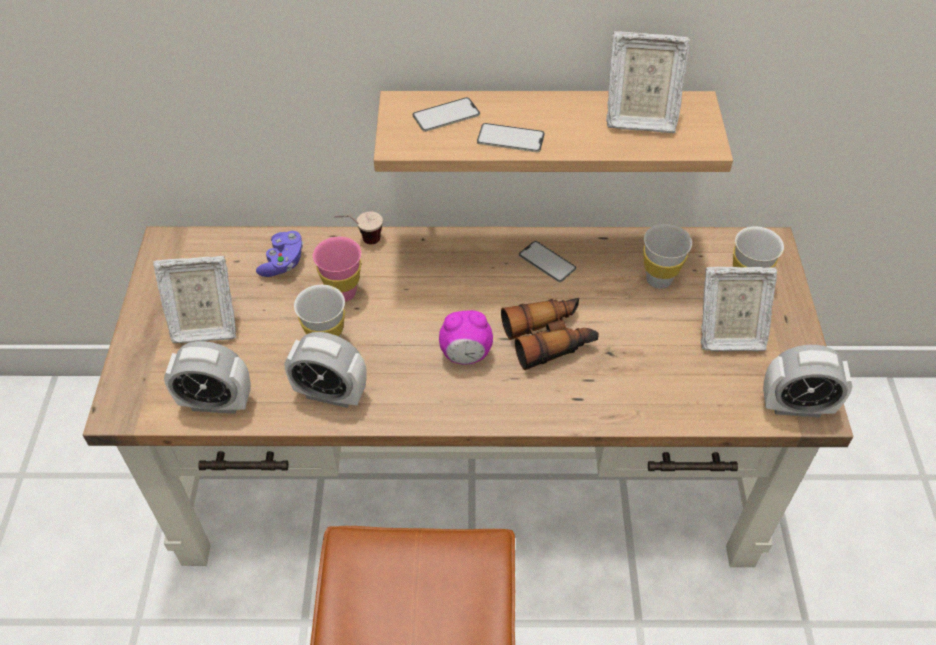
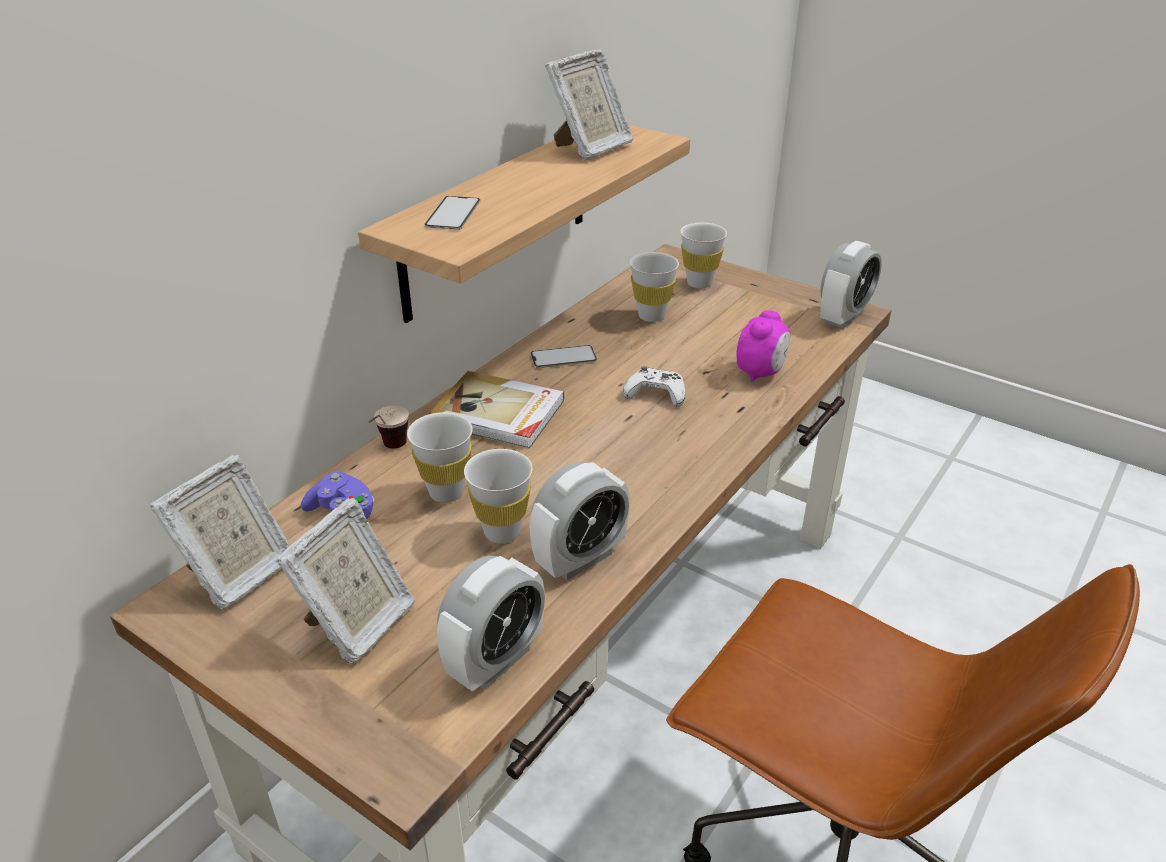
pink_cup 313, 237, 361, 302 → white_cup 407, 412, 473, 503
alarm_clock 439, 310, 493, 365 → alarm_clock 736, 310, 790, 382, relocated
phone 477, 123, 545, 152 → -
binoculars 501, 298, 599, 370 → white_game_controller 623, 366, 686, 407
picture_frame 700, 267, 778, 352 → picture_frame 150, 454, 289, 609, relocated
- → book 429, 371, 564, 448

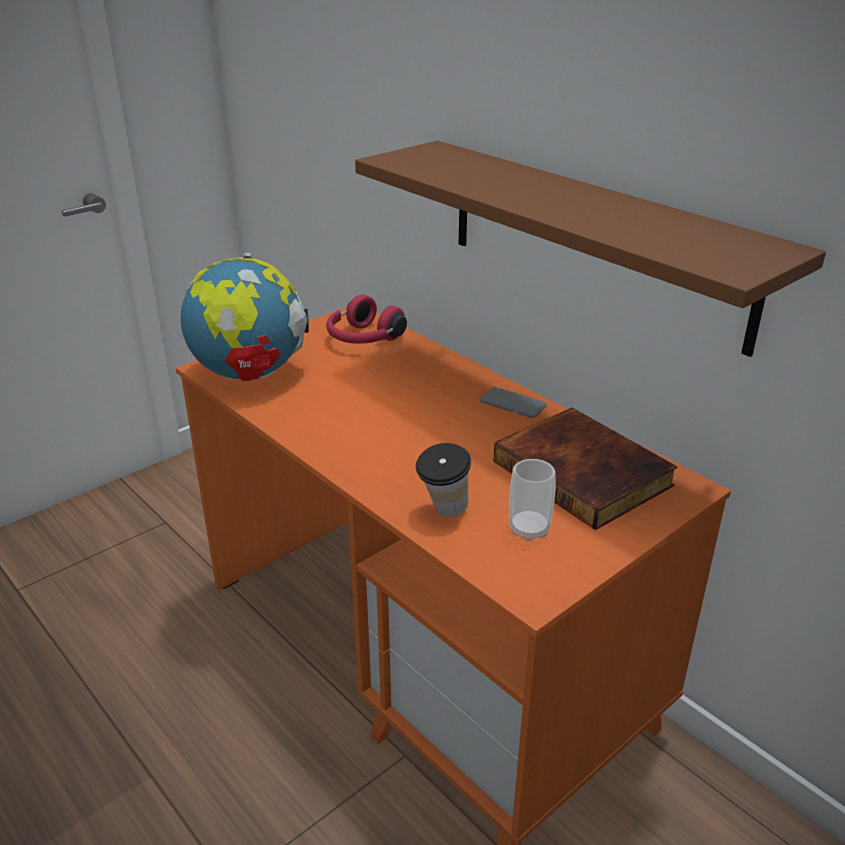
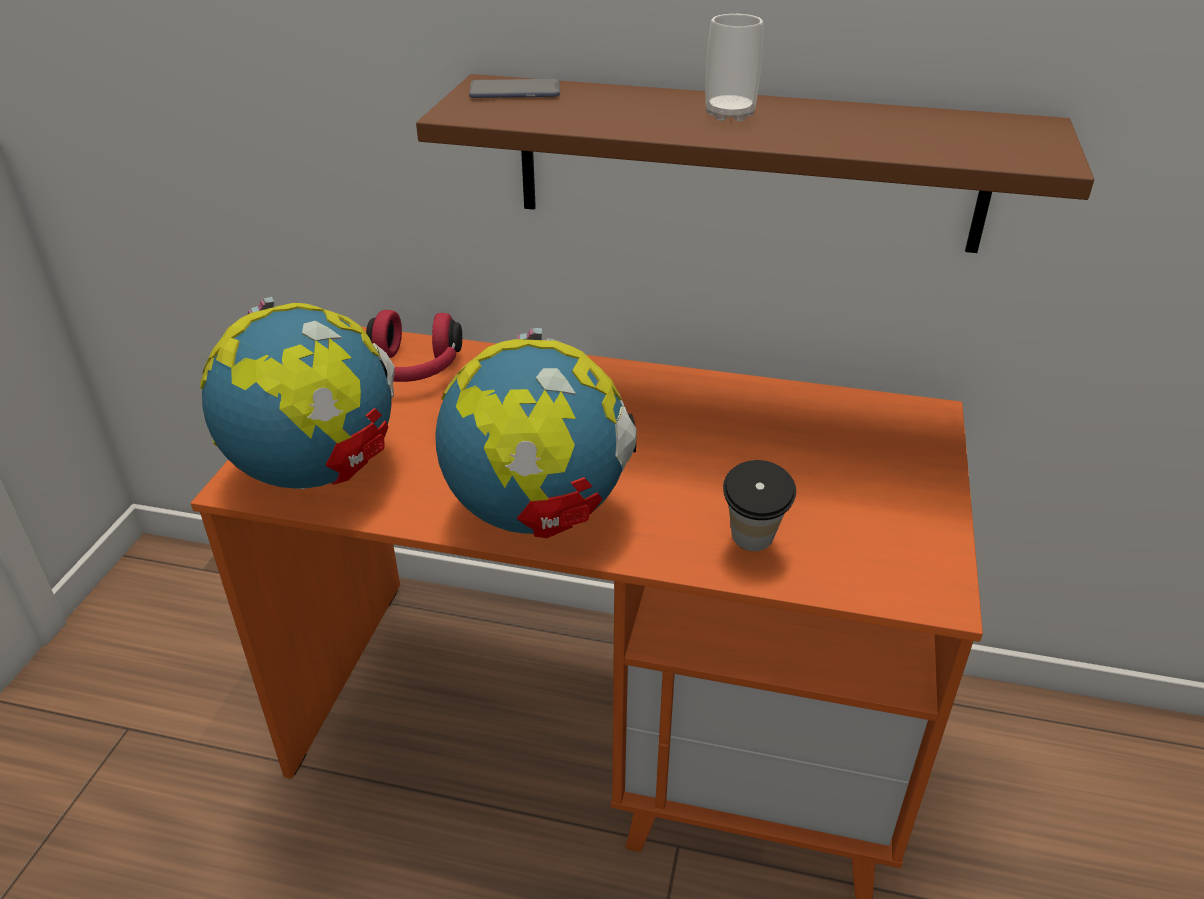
phone 479, 387, 547, 418 → phone 469, 79, 560, 98, relocated
book 493, 408, 677, 530 → -
cup 509, 459, 556, 541 → cup 706, 14, 763, 122, relocated
- → globe 435, 328, 637, 538

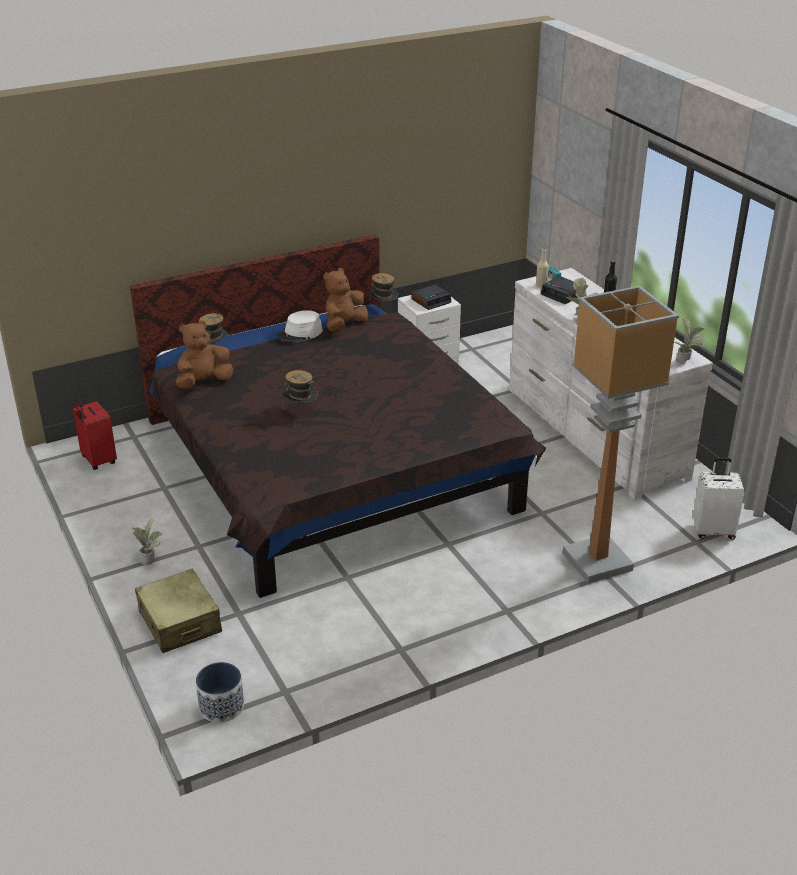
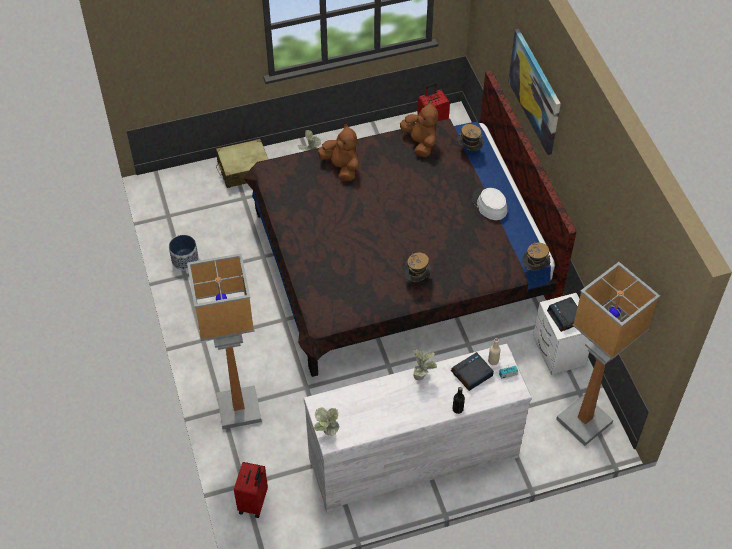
planter 196, 662, 244, 723 → planter 169, 235, 199, 270, relocated
hat 282, 370, 317, 407 → hat 404, 252, 432, 282, relocated
brown_plush_toy 324, 268, 368, 331 → brown_plush_toy 318, 124, 359, 181, relocated
white_suitcase 693, 458, 745, 540 → red_suitcase 234, 462, 268, 518
- → picture 508, 29, 561, 155
- → floor_lamp 556, 262, 660, 446

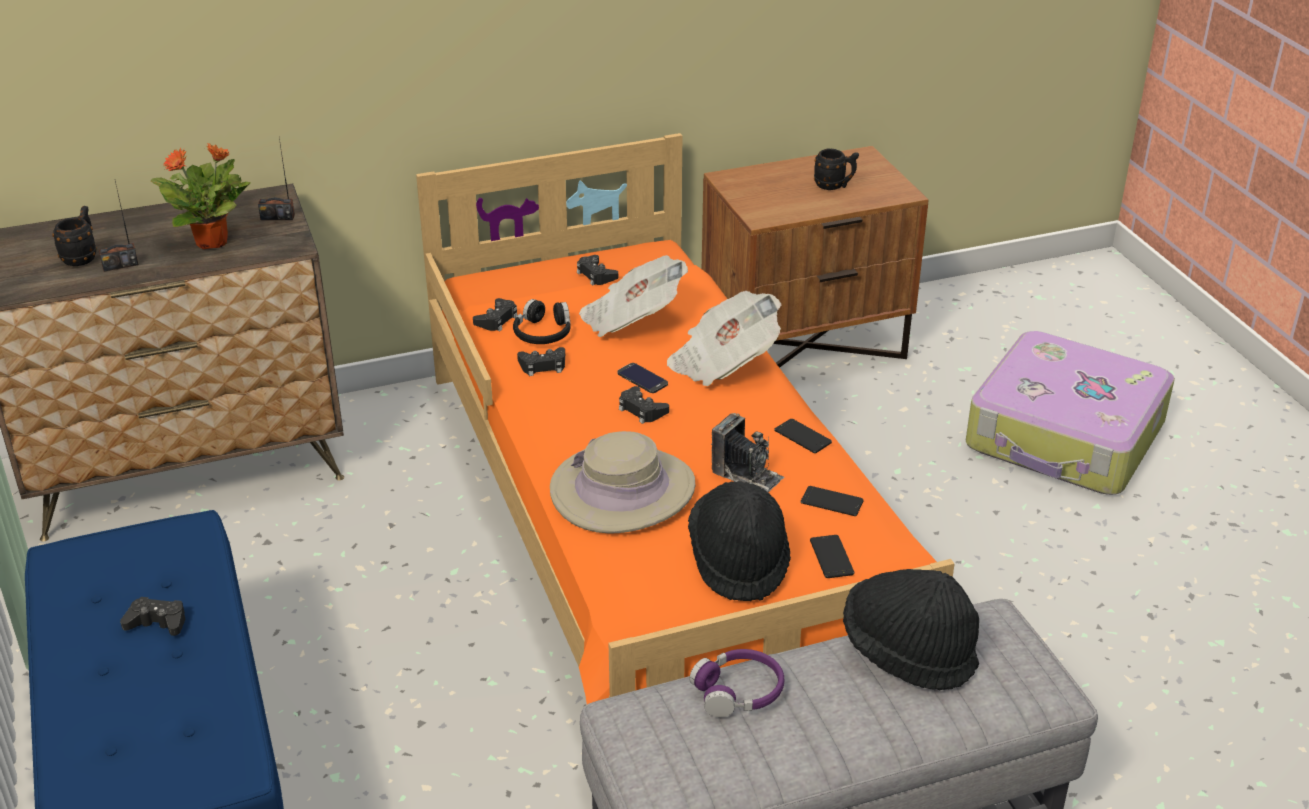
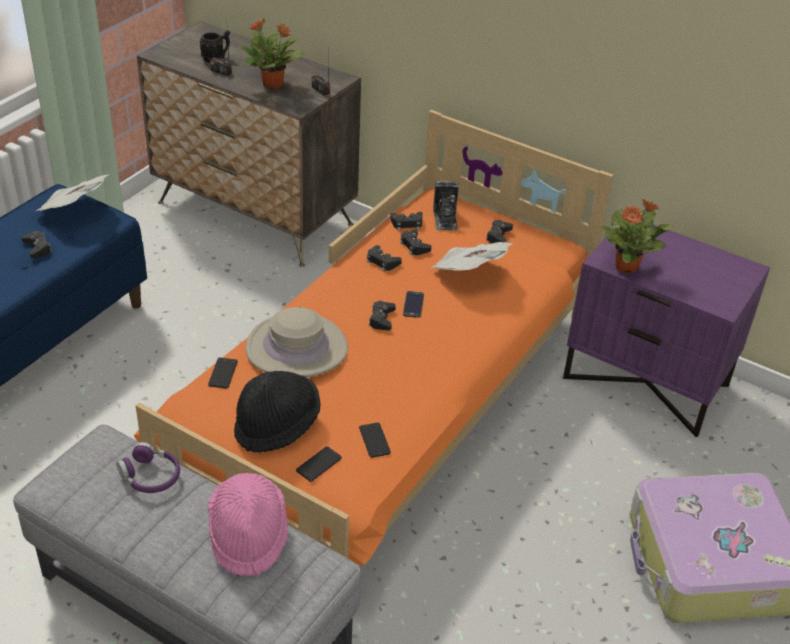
black_headphones 513, 299, 571, 344 → black_game_controller 400, 230, 431, 255
newspaper 667, 291, 781, 386 → newspaper 36, 174, 109, 211, relocated
brown_nightstand 702, 146, 929, 368 → purple_nightstand 563, 224, 770, 437
photo_camera 711, 413, 784, 492 → photo_camera 433, 181, 459, 231, relocated
phone 774, 419, 832, 453 → phone 208, 358, 238, 389, relocated
black_mug 814, 149, 859, 190 → -
black_hat 843, 569, 979, 690 → pink_hat 208, 473, 288, 576
- → potted_plant 601, 199, 674, 274

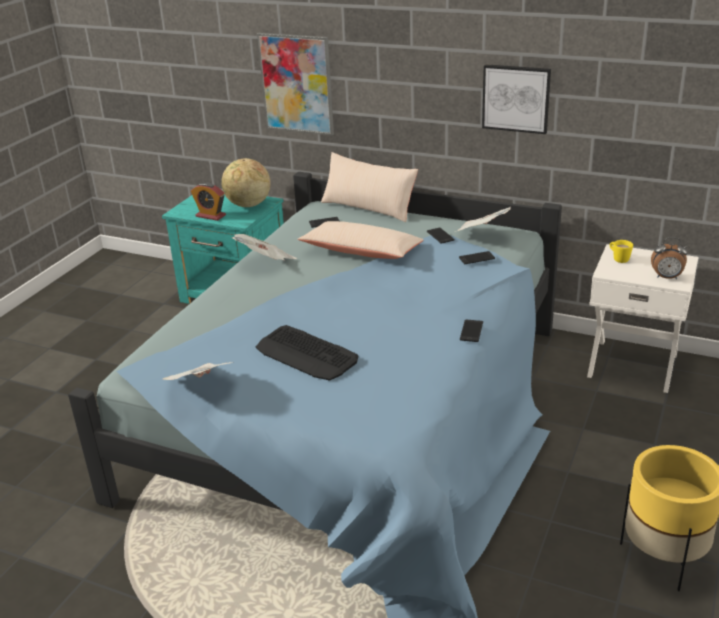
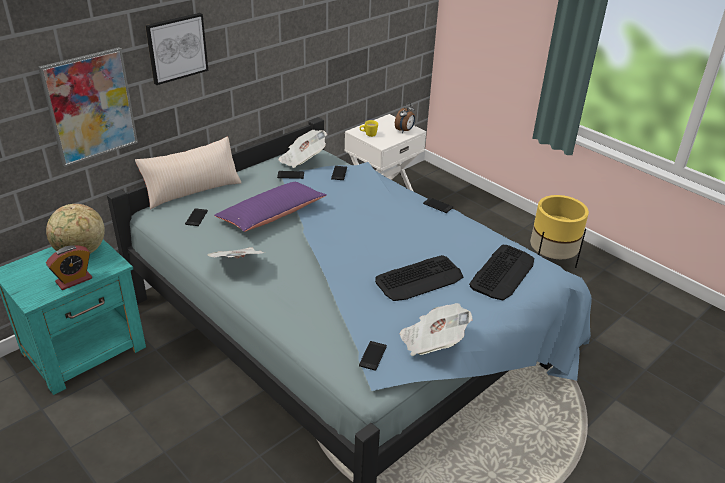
beige_pillow 298, 221, 424, 259 → purple_pillow 214, 182, 327, 232
picture 482, 64, 551, 134 → picture 145, 13, 208, 85, relocated
- → phone 359, 341, 387, 371
- → keyboard 469, 245, 534, 300

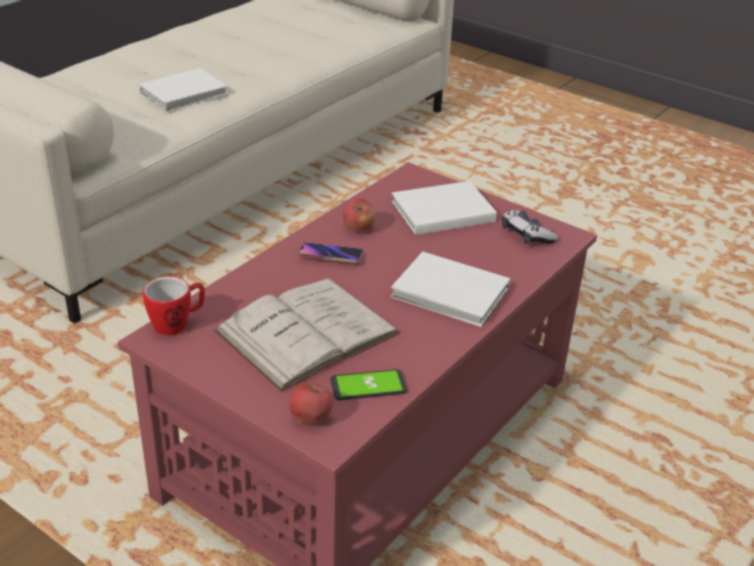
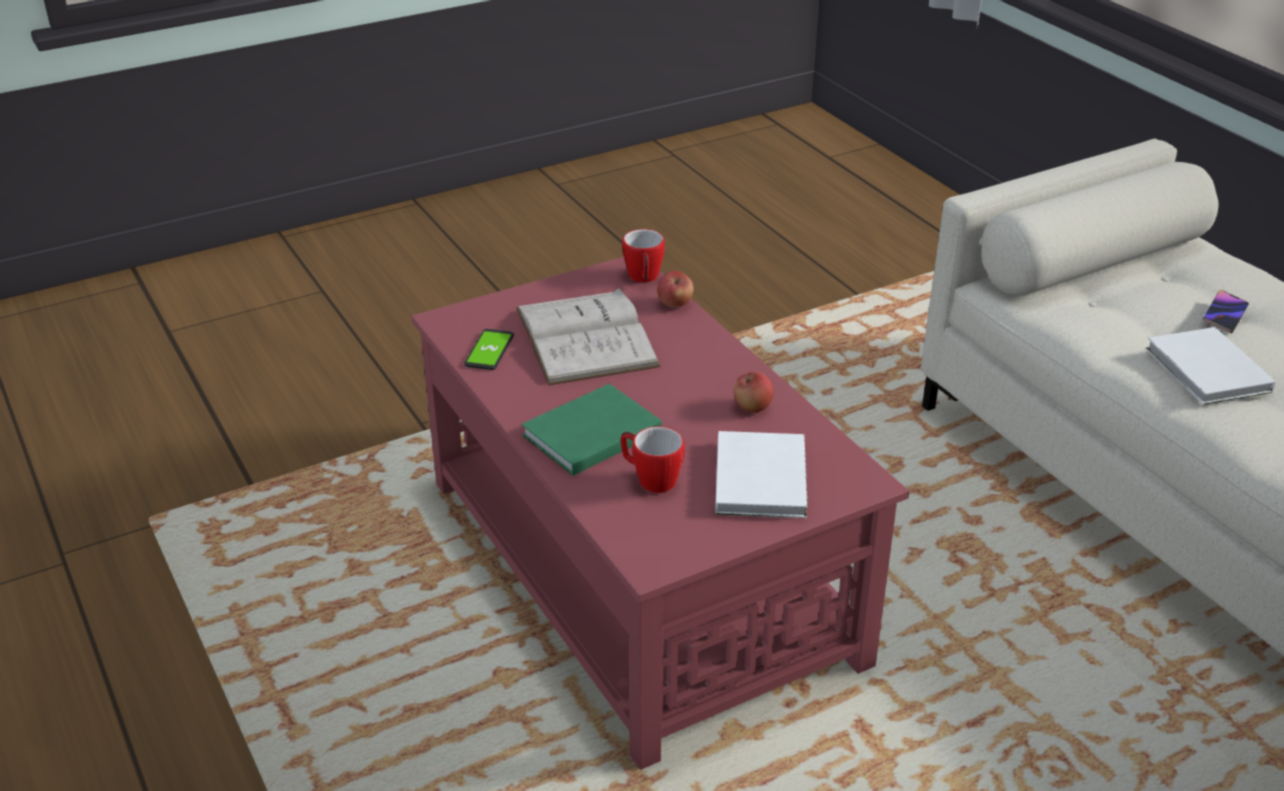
apple 289, 382, 333, 424 → apple 657, 271, 693, 307, relocated
phone 298, 242, 363, 263 → phone 1203, 290, 1249, 333, relocated
white_book 391, 251, 510, 327 → green_book 521, 384, 662, 476
game_controller 502, 210, 558, 244 → -
- → mug 621, 426, 685, 493

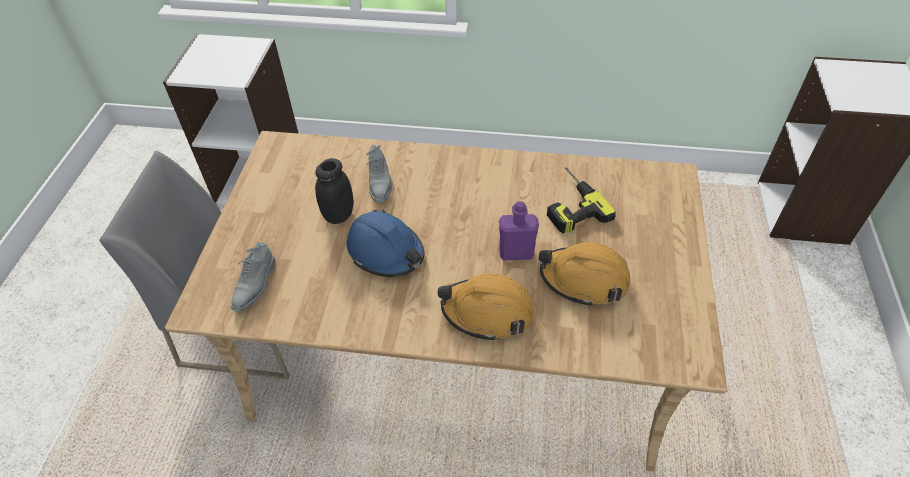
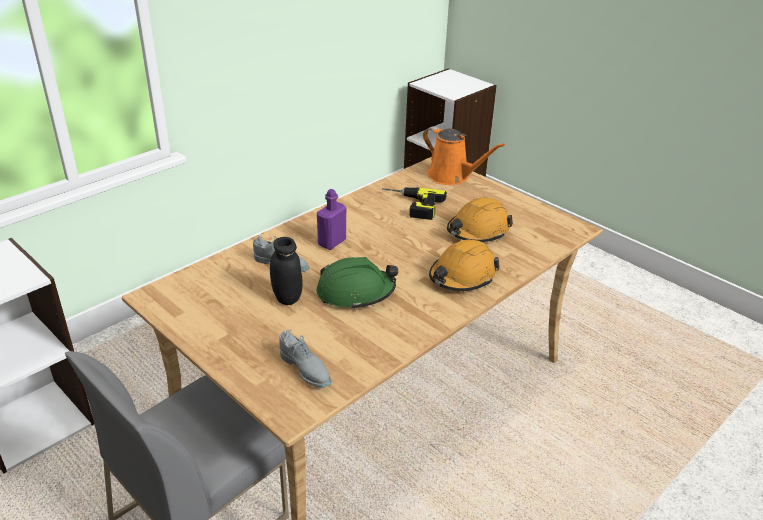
blue_hard_hat 346, 210, 425, 277 → green_hard_hat 317, 257, 398, 310
purple_bottle 499, 201, 539, 261 → purple_bottle 317, 189, 346, 250, relocated
- → orange_watering_can 423, 126, 505, 185

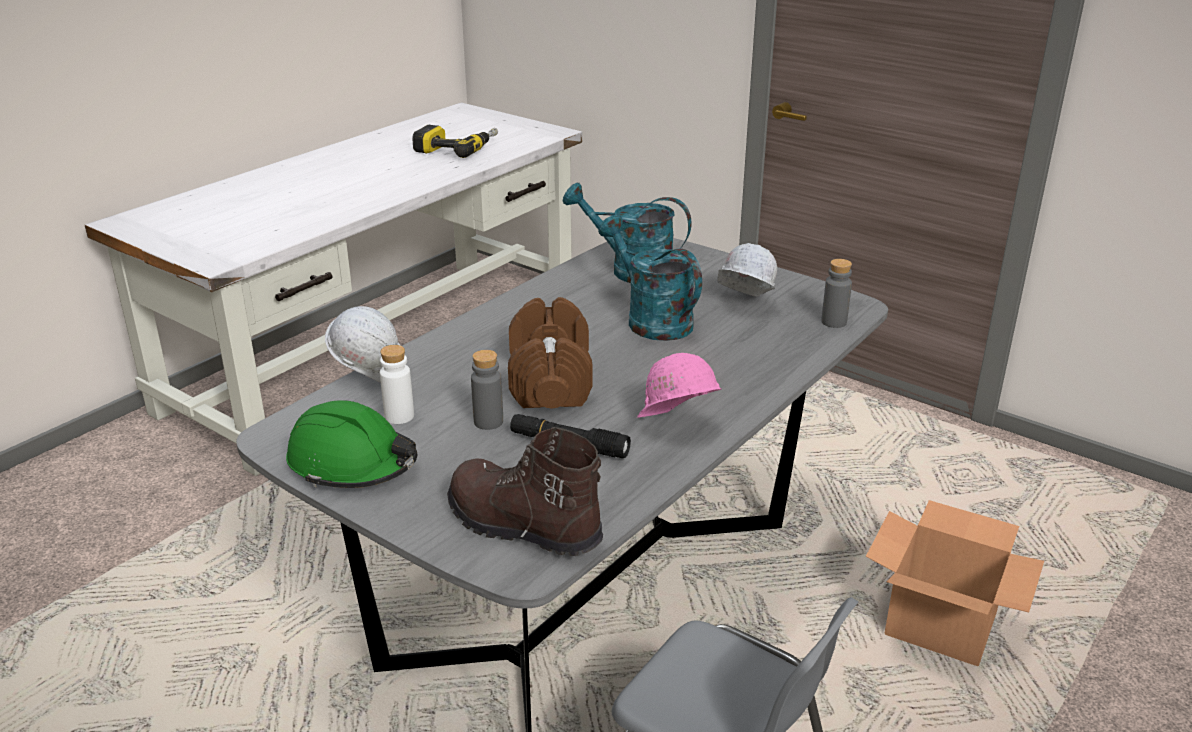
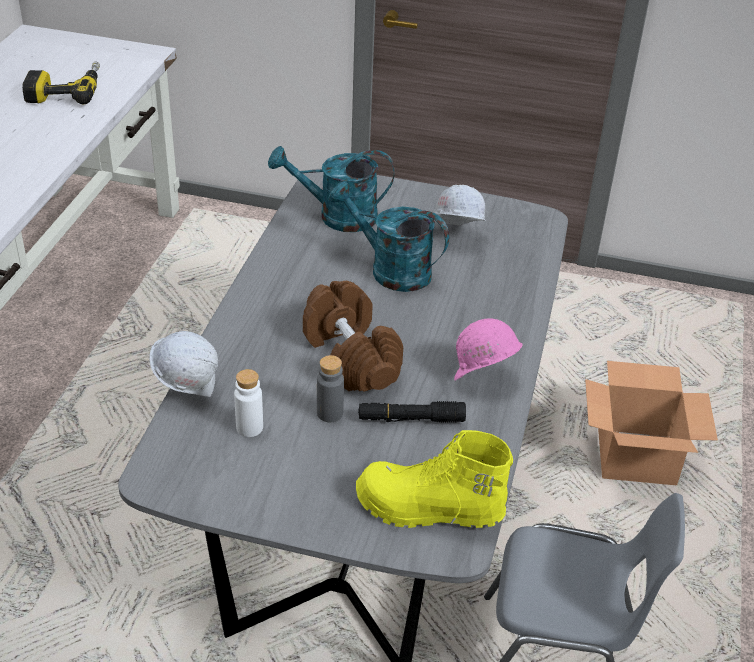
green_hard_hat 286, 400, 418, 488 → -
brown_boot 447, 427, 603, 556 → yellow_boot 356, 430, 513, 528
grey_bottle 821, 259, 852, 328 → -

